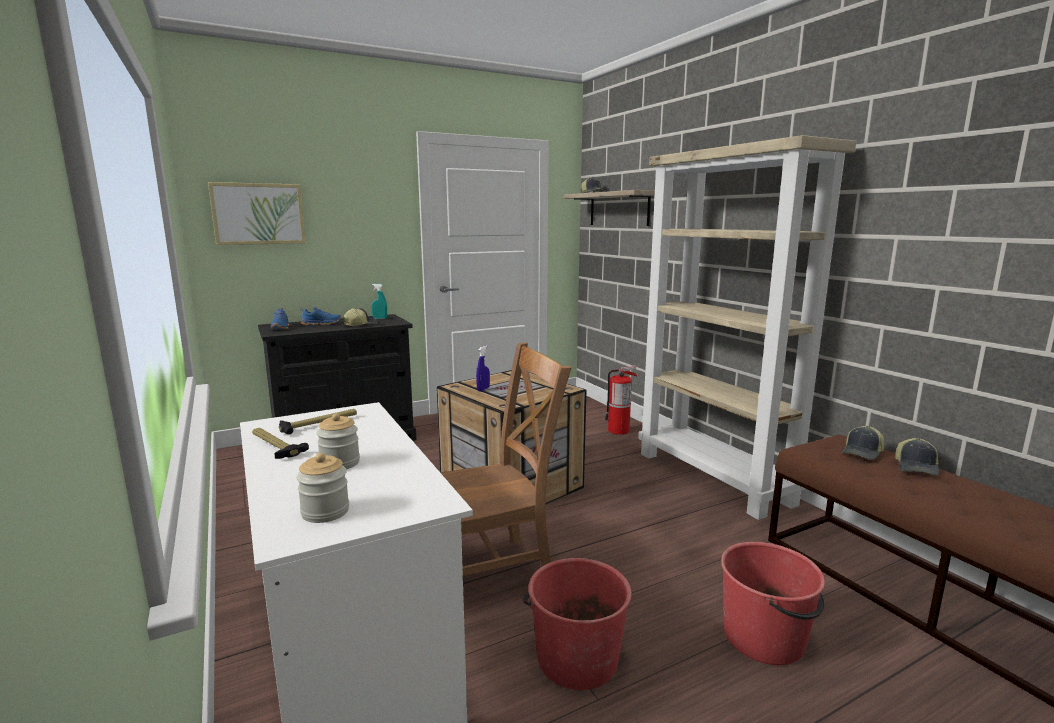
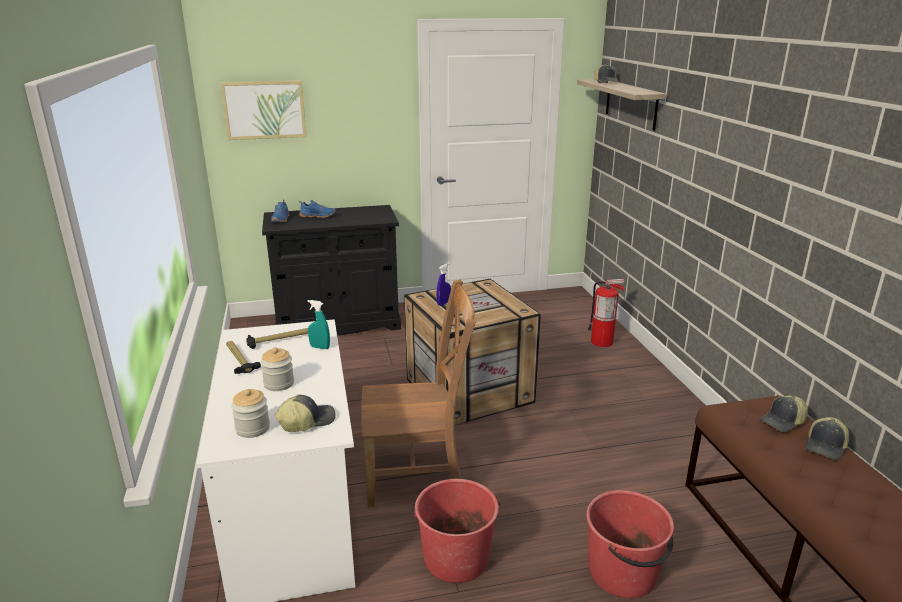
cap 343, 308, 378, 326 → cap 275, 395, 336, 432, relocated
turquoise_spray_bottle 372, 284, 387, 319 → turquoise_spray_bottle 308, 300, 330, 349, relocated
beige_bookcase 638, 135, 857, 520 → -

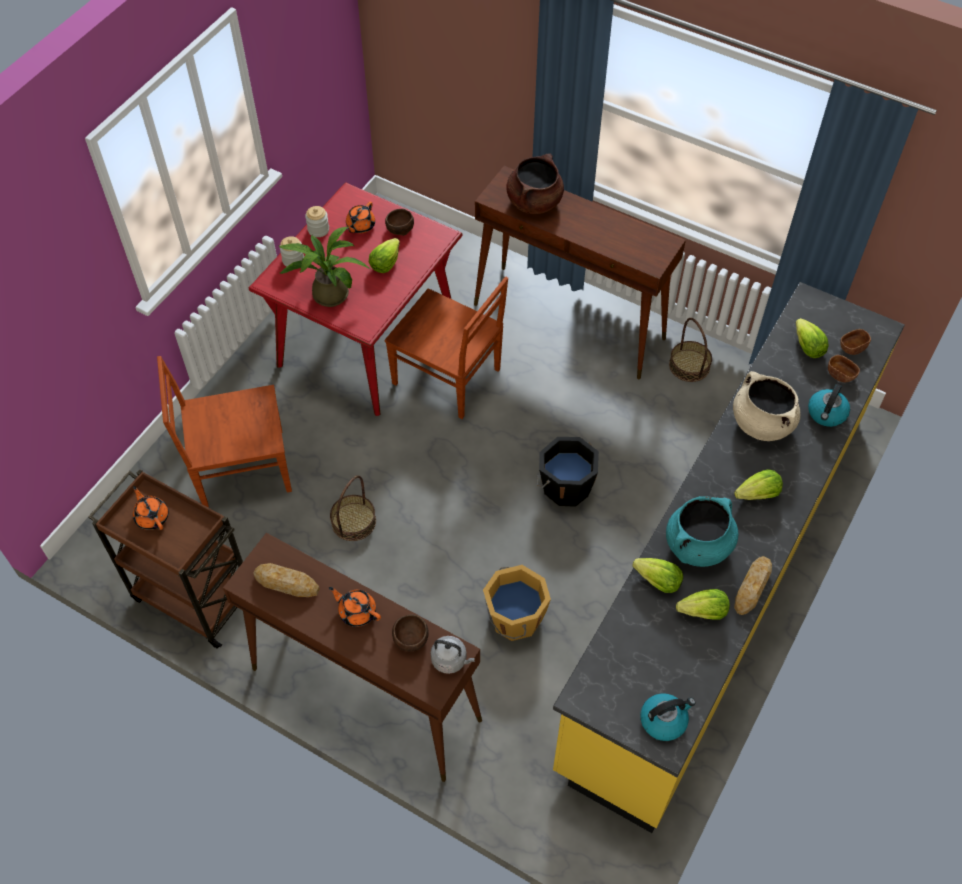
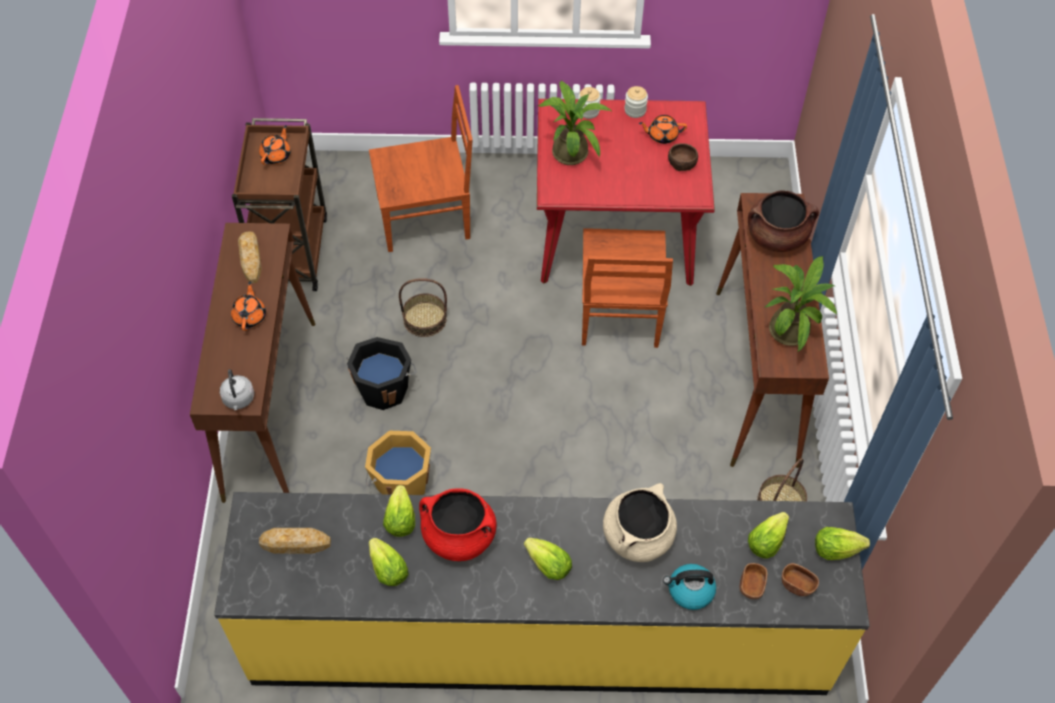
brown_chair 157, 356, 292, 507 → brown_chair 369, 85, 473, 252, 120 degrees clockwise
lettuce 369, 238, 400, 273 → lettuce 815, 527, 870, 560, relocated
brown_bowl 392, 615, 429, 652 → -
black_bucket 537, 437, 599, 507 → black_bucket 347, 337, 417, 410, relocated
kettle 640, 693, 695, 741 → -
turquoise_cooking_pot 666, 496, 738, 567 → red_cooking_pot 419, 488, 496, 561
bread 734, 556, 772, 615 → bread 259, 528, 331, 554, relocated
- → potted_plant 765, 256, 837, 351

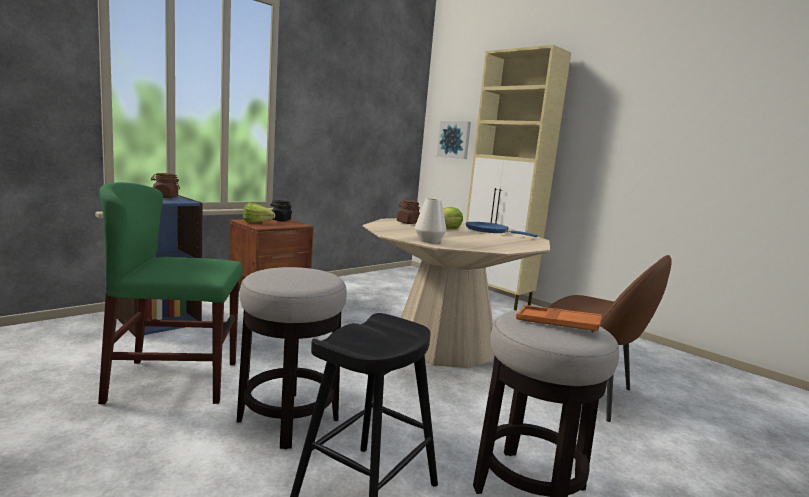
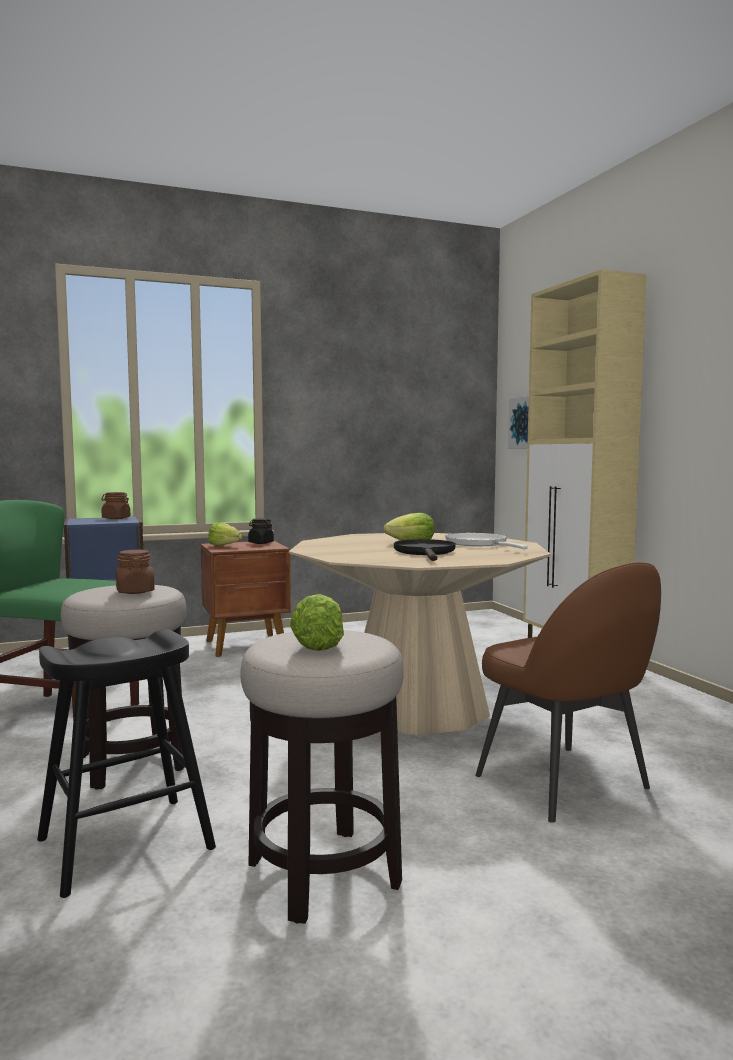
brown_jar 397, 200, 420, 224 → brown_jar 116, 550, 155, 594, relocated
white_vase 415, 198, 447, 243 → -
blue_frying_pan 466, 222, 538, 237 → white_frying_pan 445, 533, 528, 549
orange_tray 516, 305, 602, 332 → lettuce 290, 594, 344, 651
- → black_frying_pan 394, 539, 455, 561

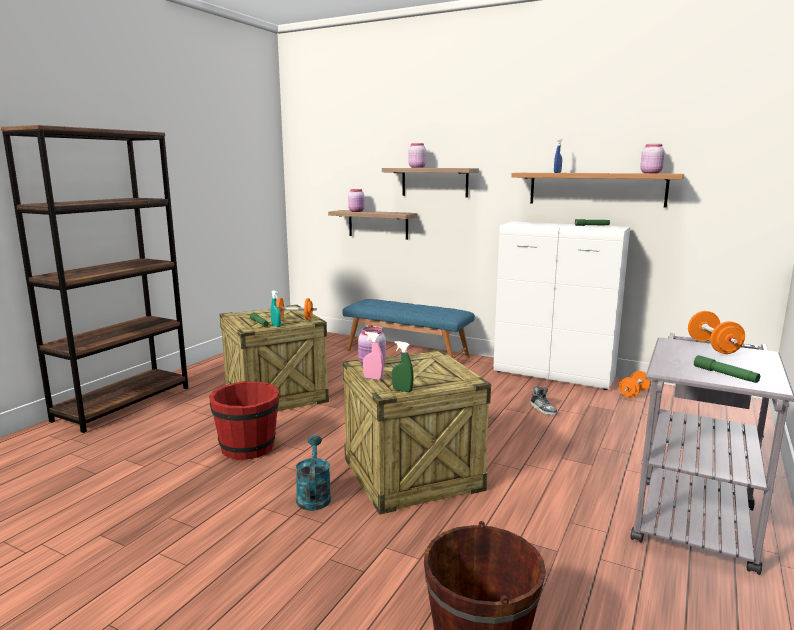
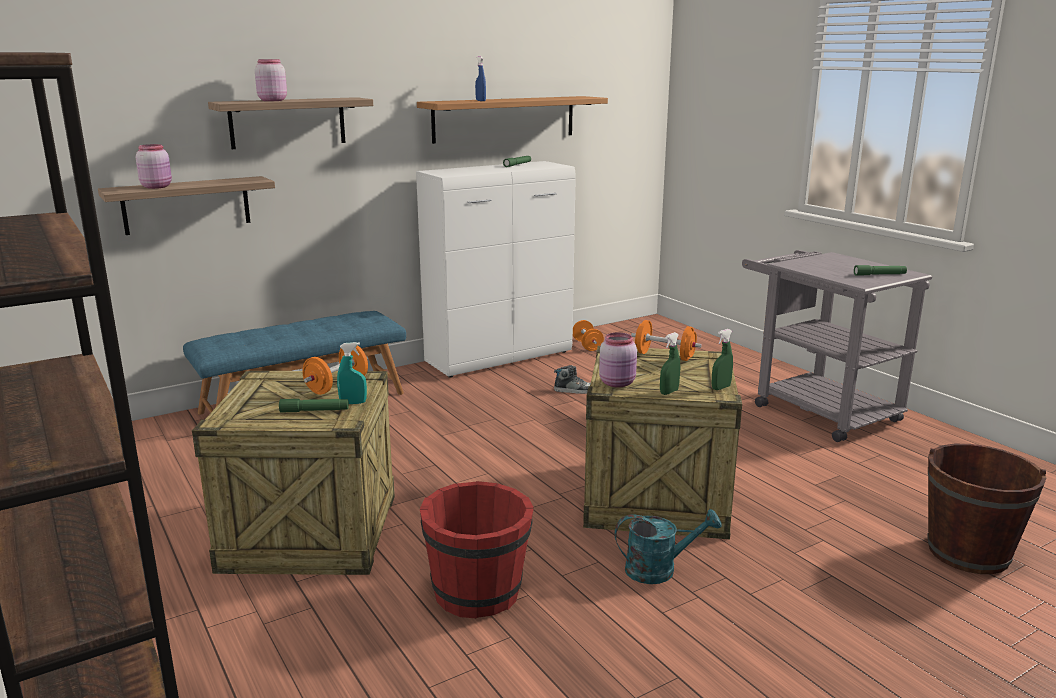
turquoise_watering_can 296, 435, 331, 511 → turquoise_watering_can 615, 509, 721, 584, 150 degrees clockwise
pink_spray_bottle 363, 332, 384, 380 → green_spray_bottle 660, 332, 680, 395
pink_jar 640, 144, 665, 173 → -
orange_dumbbell 688, 311, 745, 354 → orange_dumbbell 631, 320, 702, 361, relocated

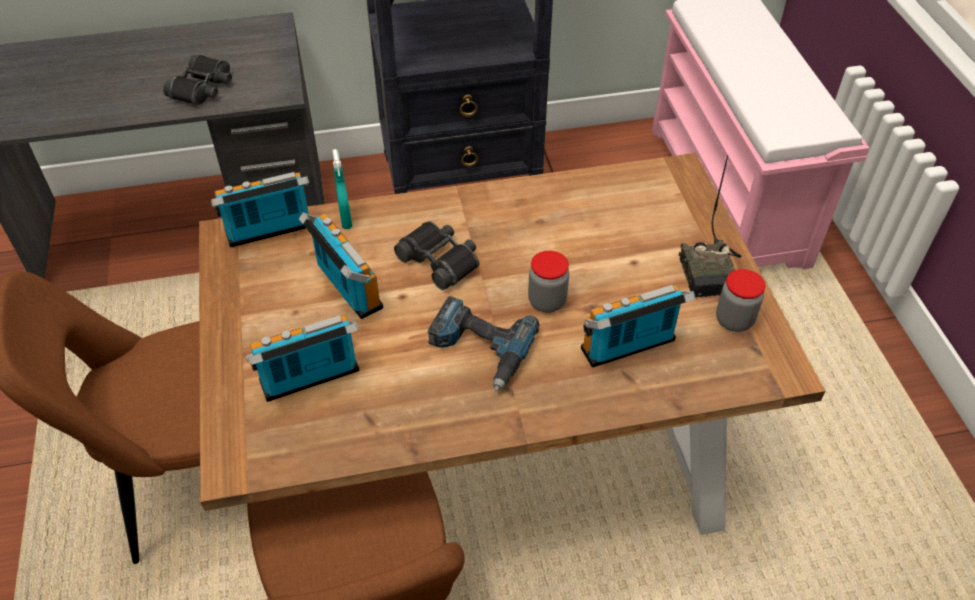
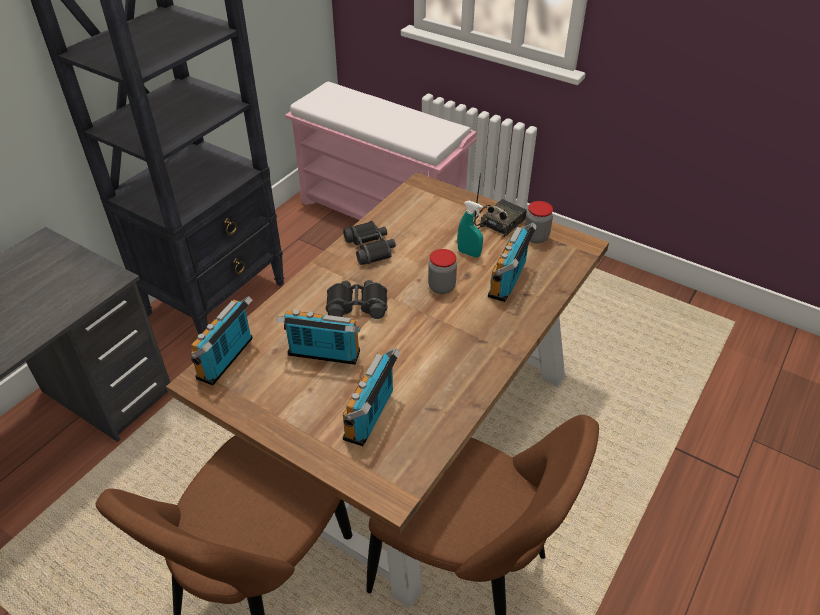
black_binoculars 163, 55, 232, 105 → black_binoculars 343, 221, 396, 265, relocated
turquoise_spray_bottle 333, 149, 352, 229 → turquoise_spray_bottle 457, 201, 483, 257, relocated
power_drill 427, 296, 539, 391 → -
radio 679, 155, 741, 297 → radio 473, 173, 527, 237, 90 degrees counterclockwise

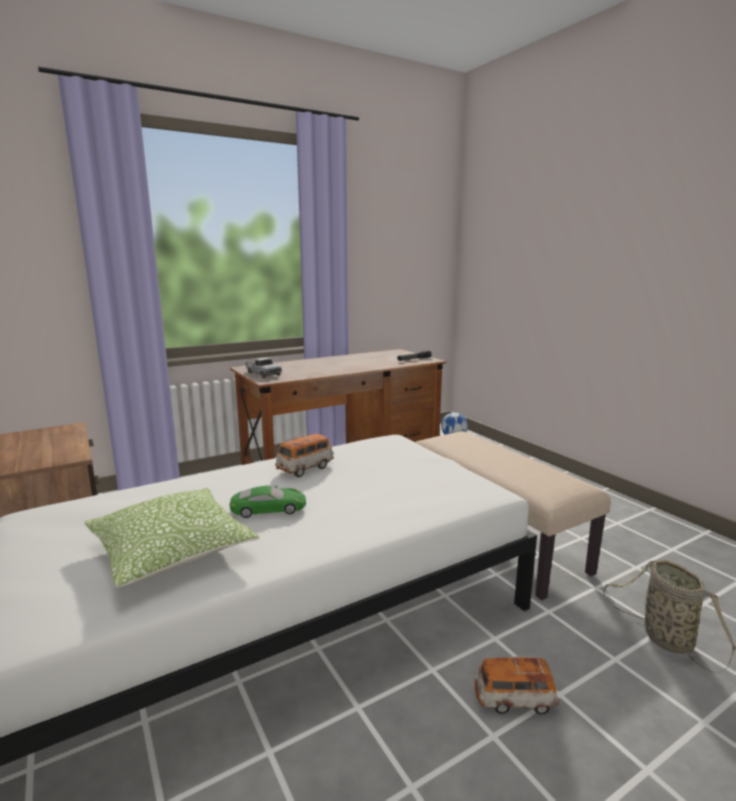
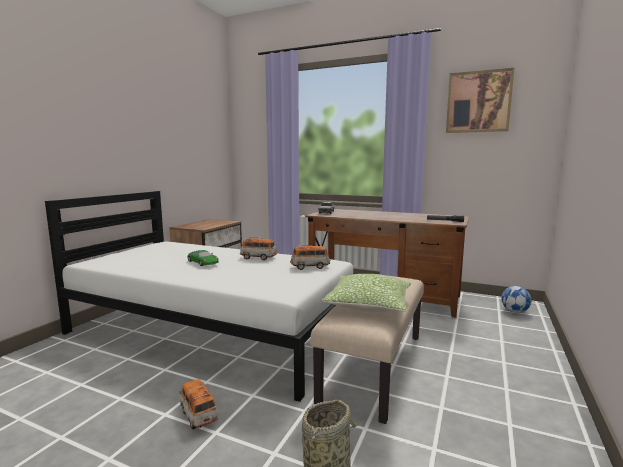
pillow 85, 488, 260, 588 → pillow 322, 274, 411, 312, relocated
- → toy_car 290, 245, 330, 270
- → picture 446, 68, 514, 133

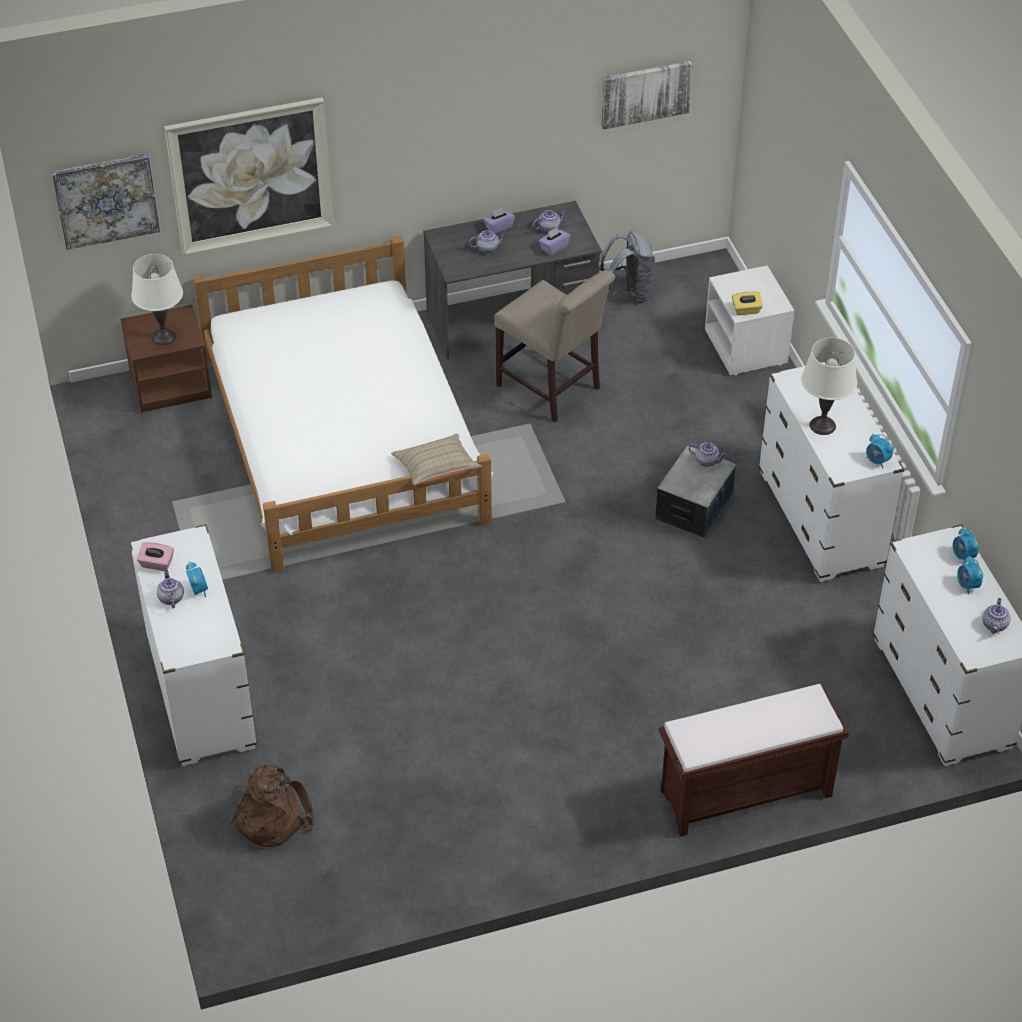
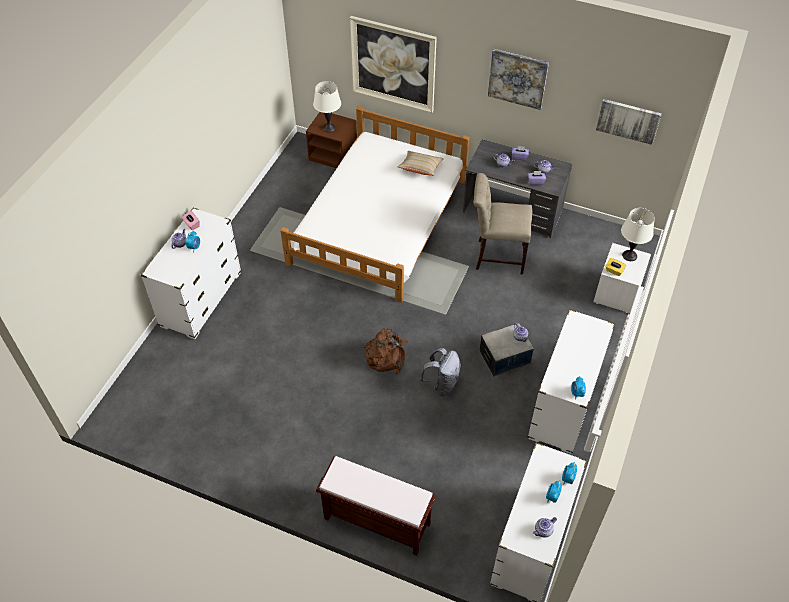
picture 52, 154, 160, 250 → picture 488, 49, 549, 110, relocated
brown_backpack 229, 765, 314, 847 → brown_backpack 364, 328, 408, 374, relocated
beige_pillow 391, 434, 482, 485 → beige_pillow 398, 151, 444, 176, relocated
beige_chair 494, 270, 615, 422 → beige_chair 474, 173, 532, 275, 105 degrees clockwise
grey_backpack 599, 230, 655, 304 → grey_backpack 420, 348, 461, 397, relocated
white_table_lamp 801, 338, 857, 435 → white_table_lamp 621, 208, 655, 261, relocated

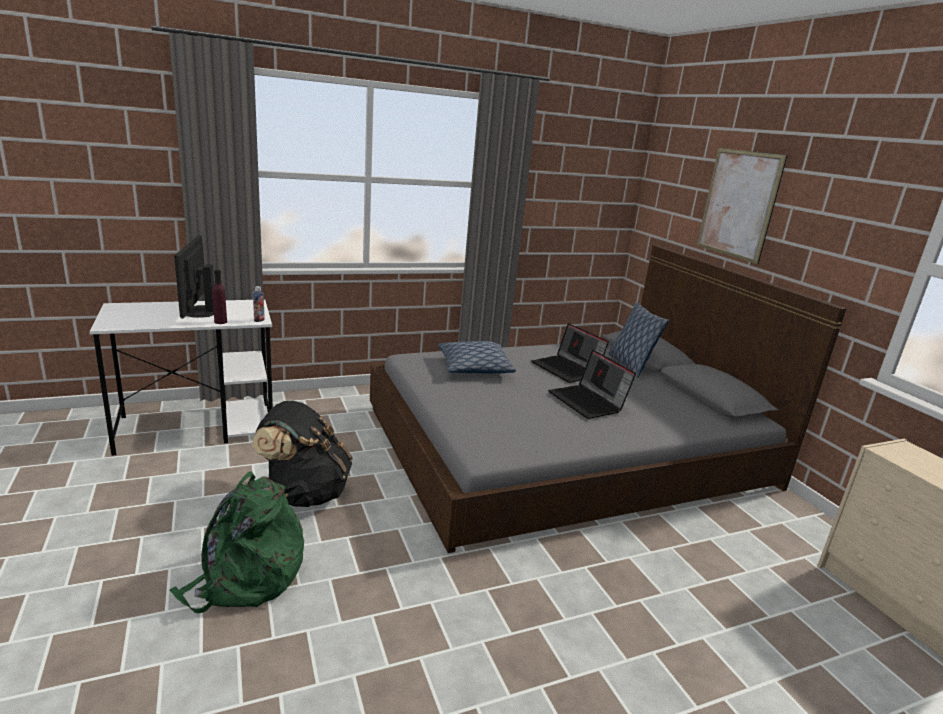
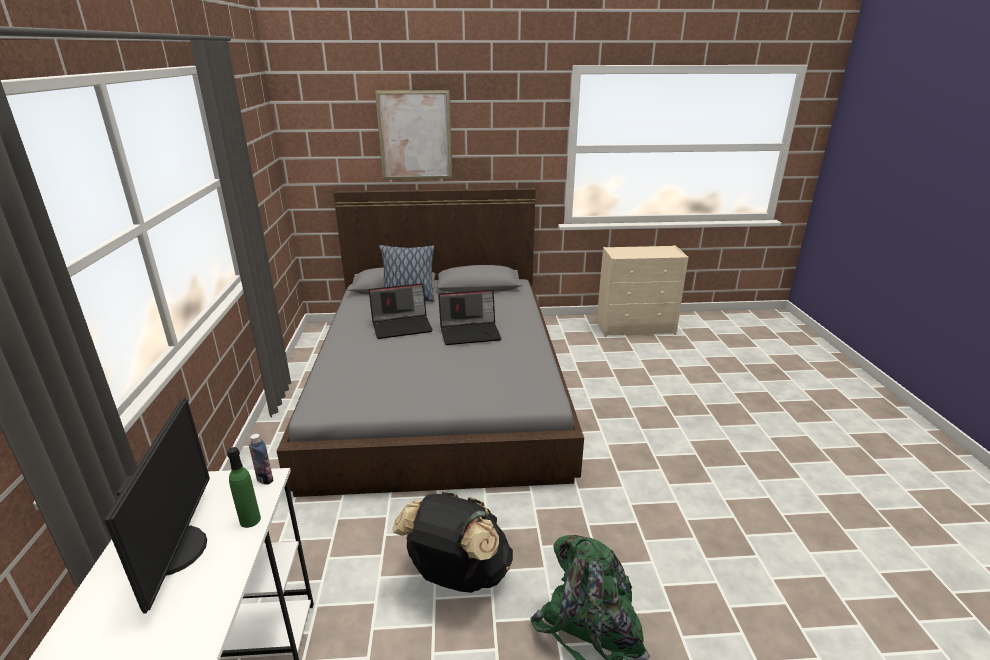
monitor 174, 235, 214, 319 → monitor 104, 398, 210, 614, 105 degrees counterclockwise
purple_bottle 212, 270, 227, 324 → green_bottle 227, 447, 261, 528
pillow 438, 341, 516, 374 → -

